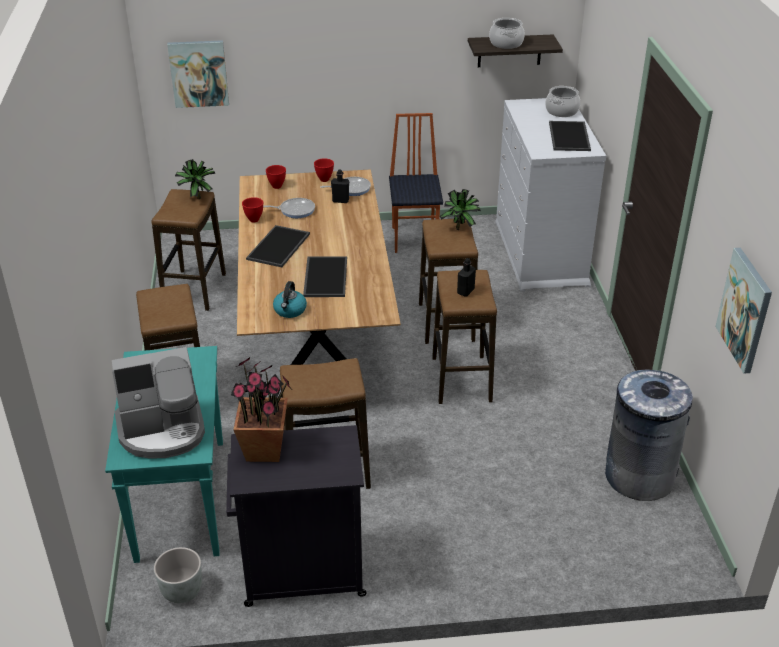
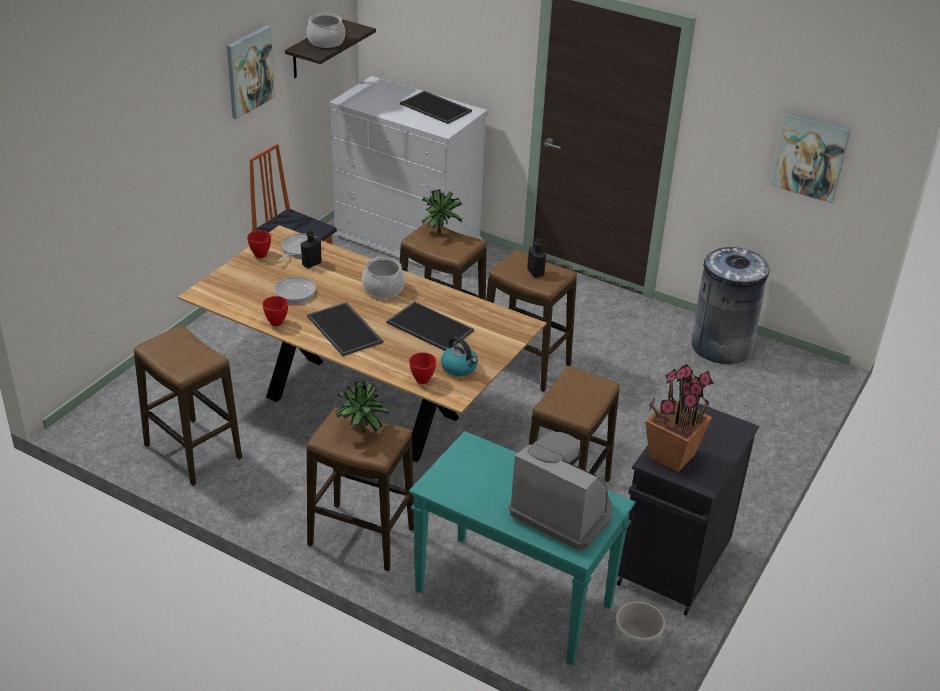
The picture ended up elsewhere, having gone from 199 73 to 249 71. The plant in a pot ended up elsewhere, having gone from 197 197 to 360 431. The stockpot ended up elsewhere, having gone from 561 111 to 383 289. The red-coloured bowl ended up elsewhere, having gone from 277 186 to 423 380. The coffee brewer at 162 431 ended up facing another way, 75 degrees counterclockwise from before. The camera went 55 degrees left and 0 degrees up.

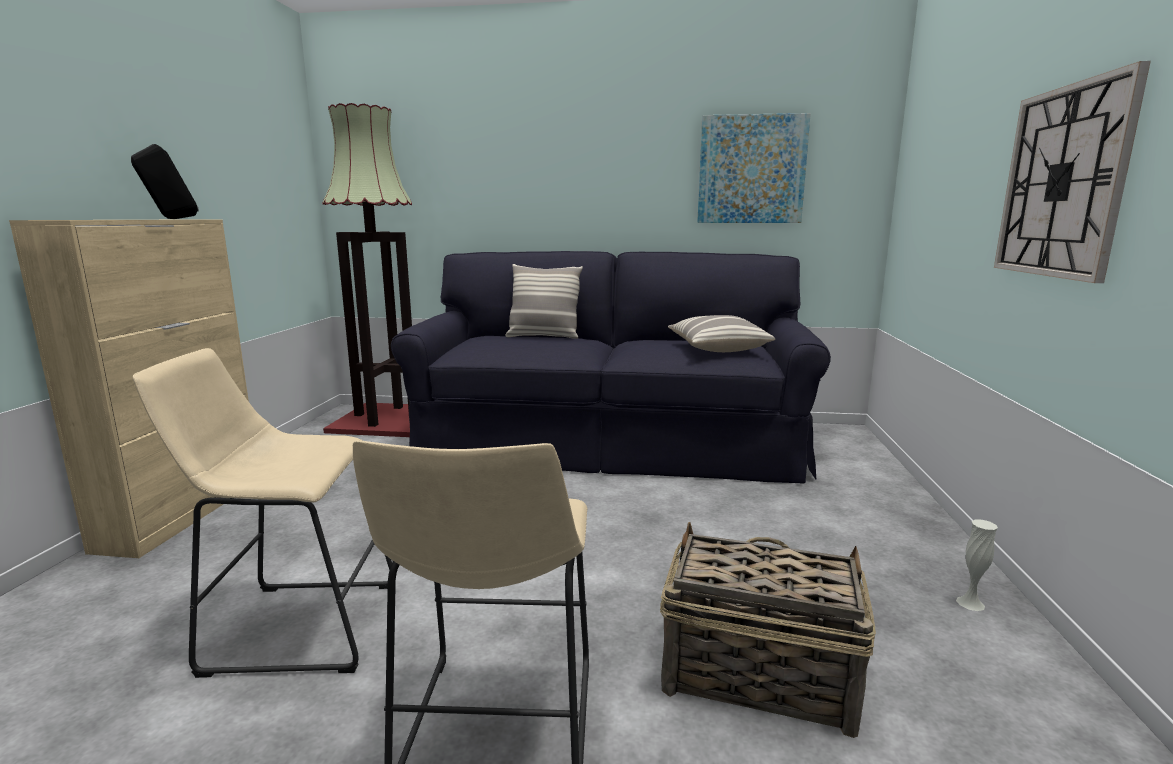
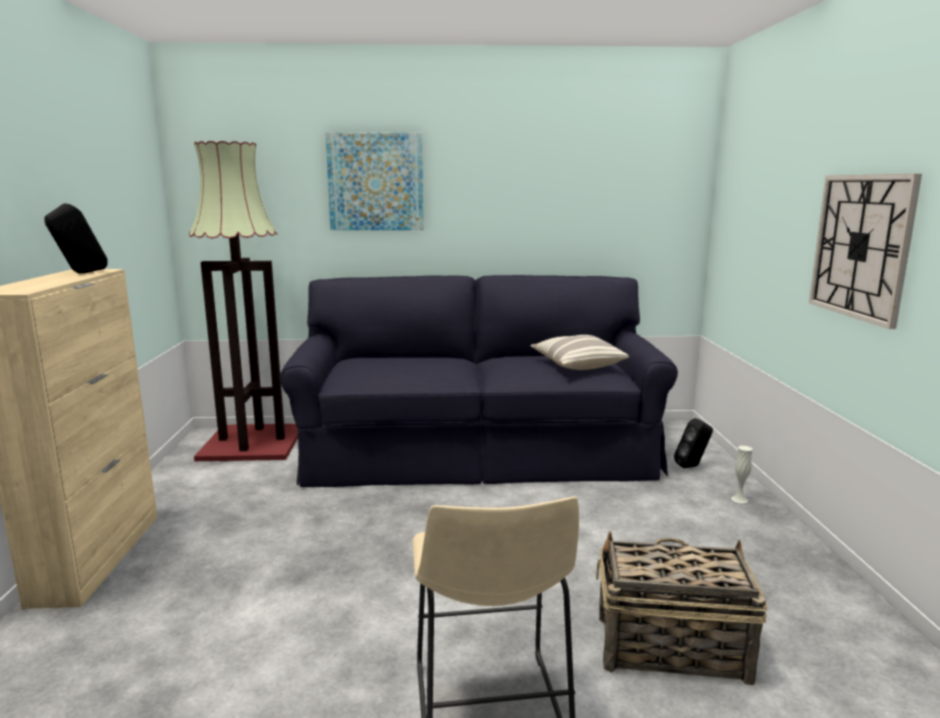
The picture ended up elsewhere, having gone from 751 170 to 375 182. The second view gained the blackish speaker at 692 466. The whitish decorative vase ended up elsewhere, having gone from 970 603 to 739 499. The second view lost the beige sitting stool at 293 626. The second view lost the cushion at 543 336. The camera went 10 degrees left and 0 degrees up.

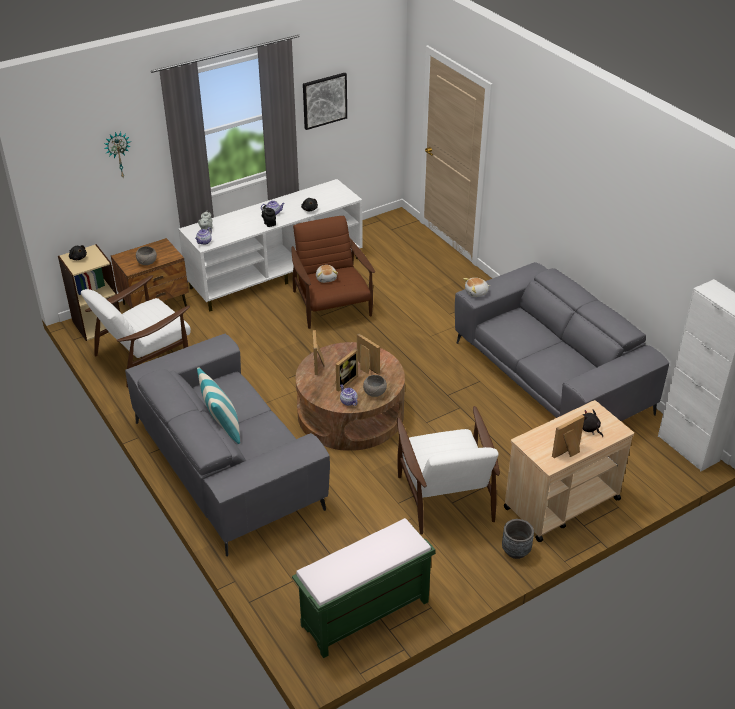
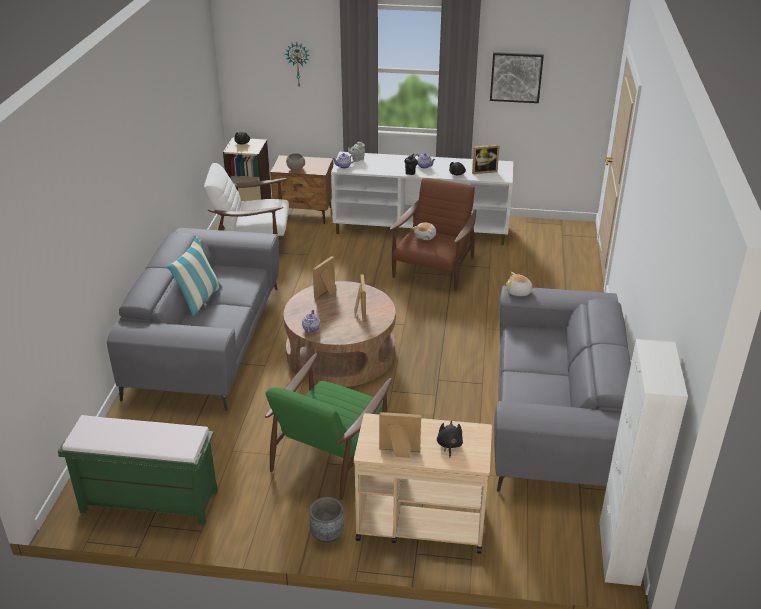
What was the whitish easy chair at 445 495 turned into the green easy chair at 329 454. The photo frame ended up elsewhere, having gone from 344 381 to 483 171. The second view lost the greyish bowl at 374 393. The camera went 40 degrees right and 5 degrees down.

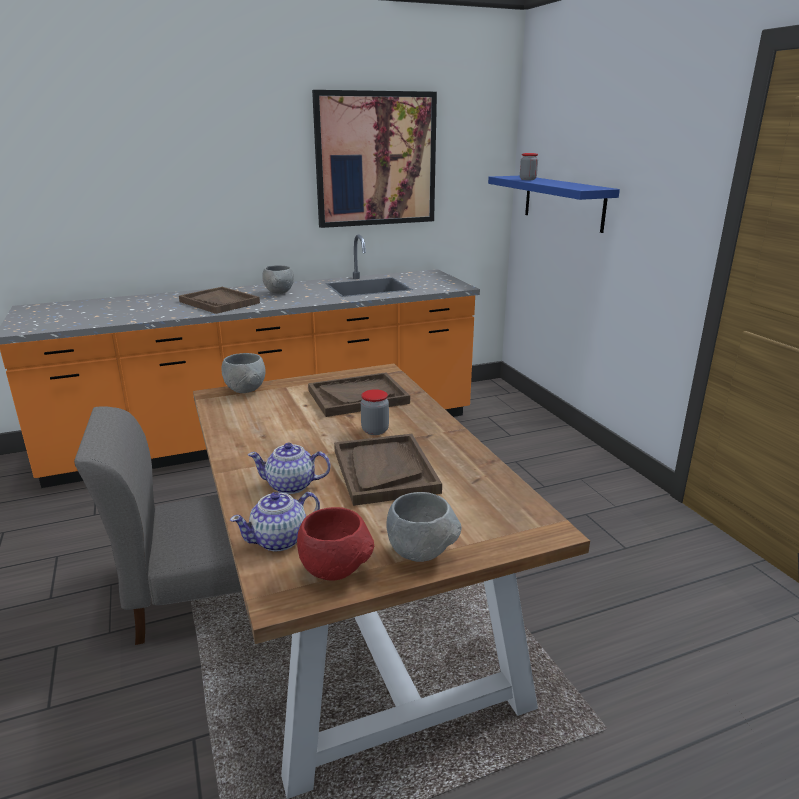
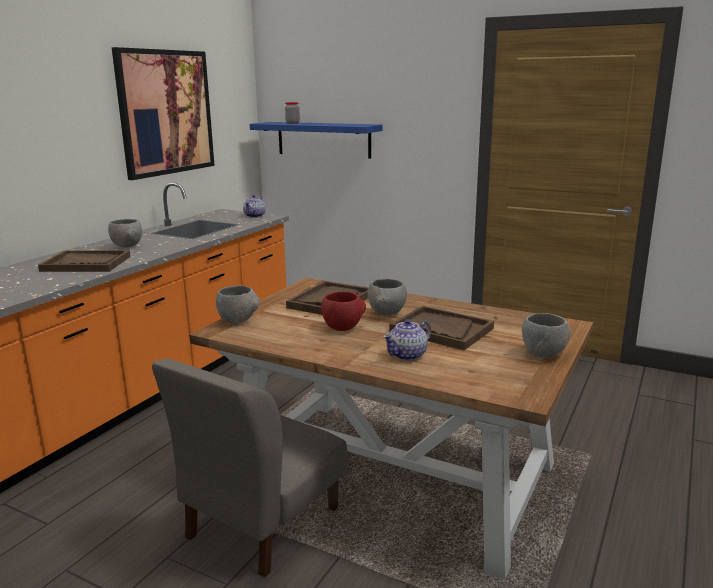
The teapot ended up elsewhere, having gone from 280 540 to 255 216. The red-coloured bowl ended up elsewhere, having gone from 335 572 to 343 329. Where the jar stood at 375 430, the greyish bowl came to stand at 386 314. The camera went 40 degrees left and 5 degrees down.

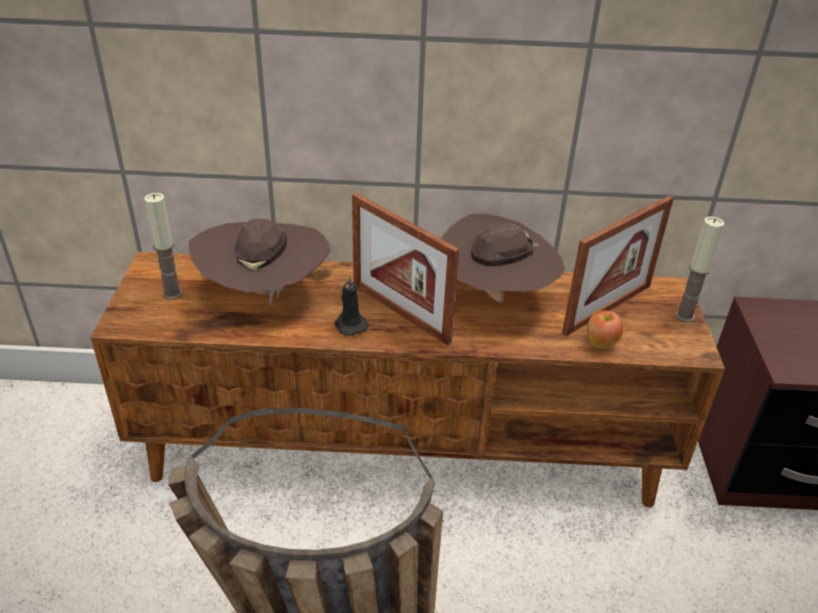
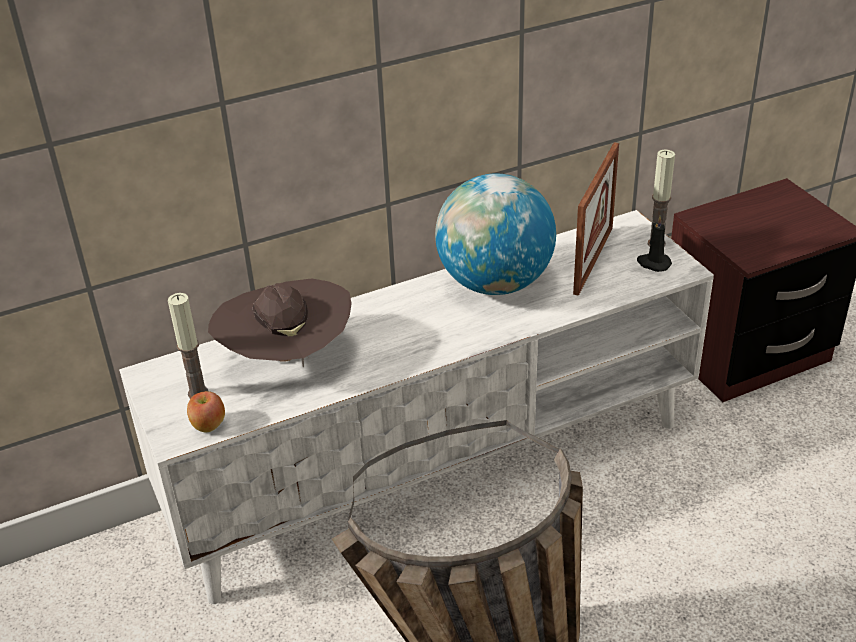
What was the brownish media console at 405 449 turned into the whitish media console at 435 469. The whole apple ended up elsewhere, having gone from 600 343 to 208 425. Where the brownish wearable hat stood at 495 296, the world globe came to stand at 495 283. The blackish candle ended up elsewhere, having gone from 350 324 to 653 263. The second view lost the photo frame at 400 312. The camera went 25 degrees left and 0 degrees up.

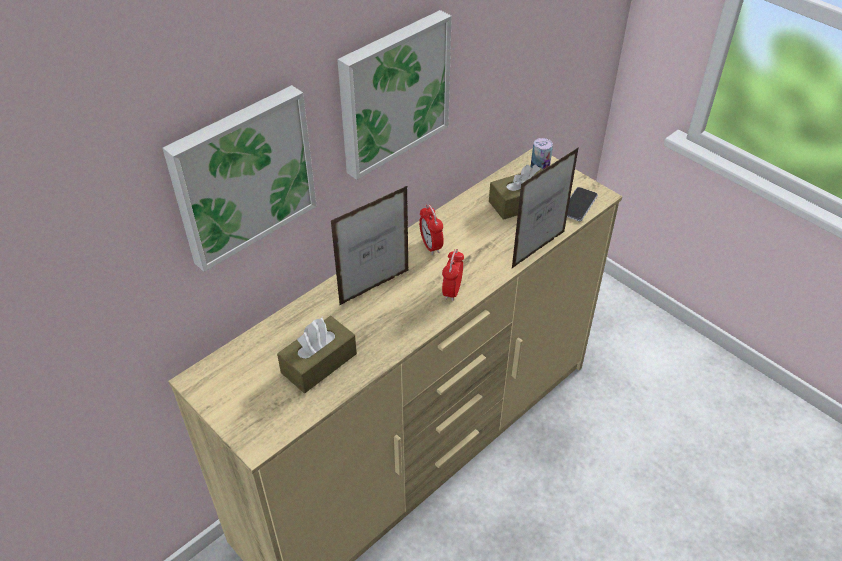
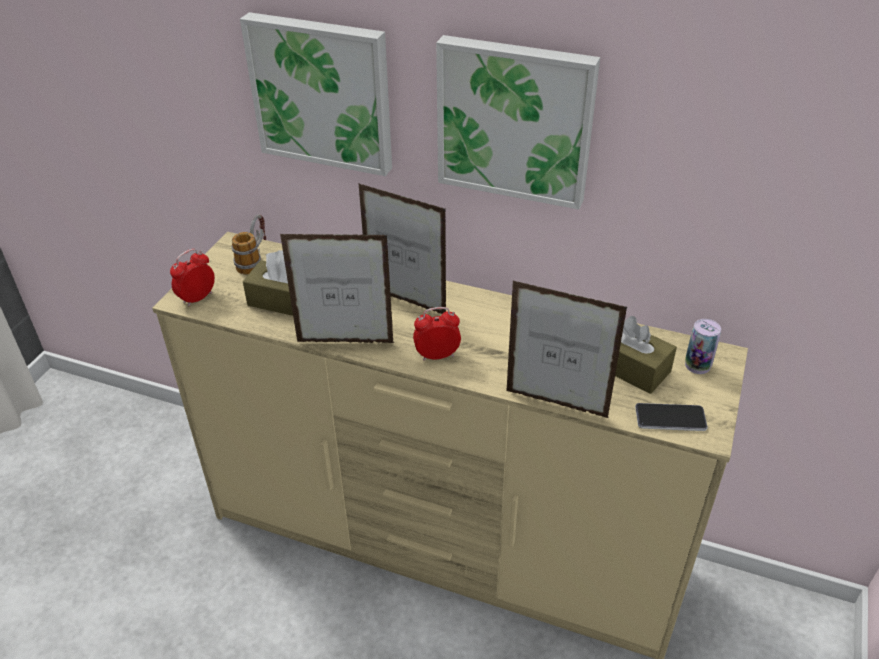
The table clock ended up elsewhere, having gone from 431 246 to 197 298. The second view gained the tea mug at 255 260. The second view gained the photo frame at 345 342. The camera went 65 degrees right and 5 degrees down.

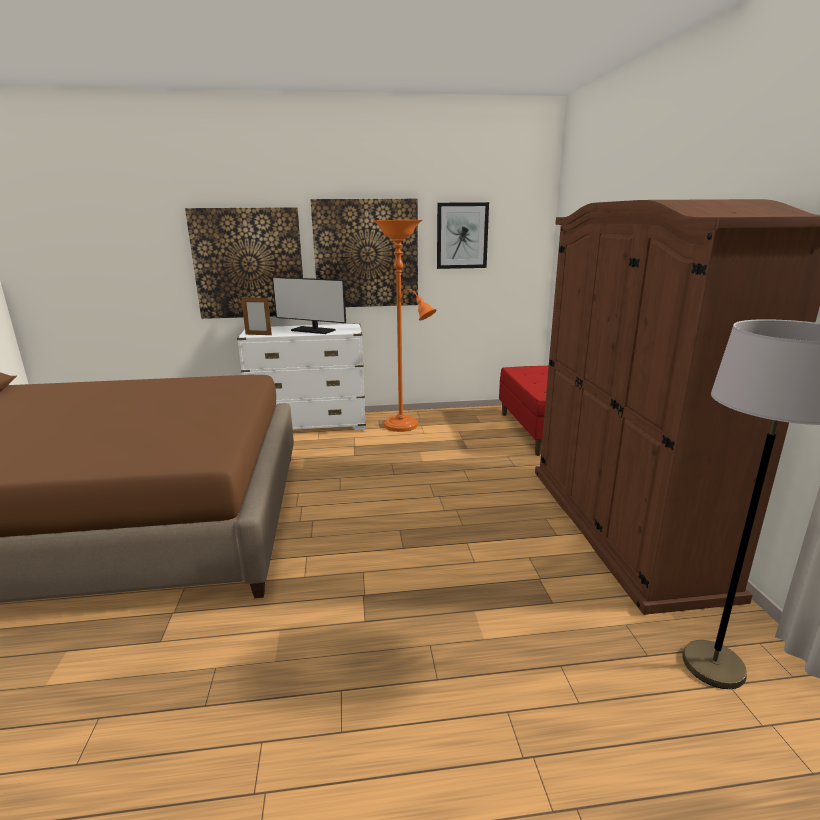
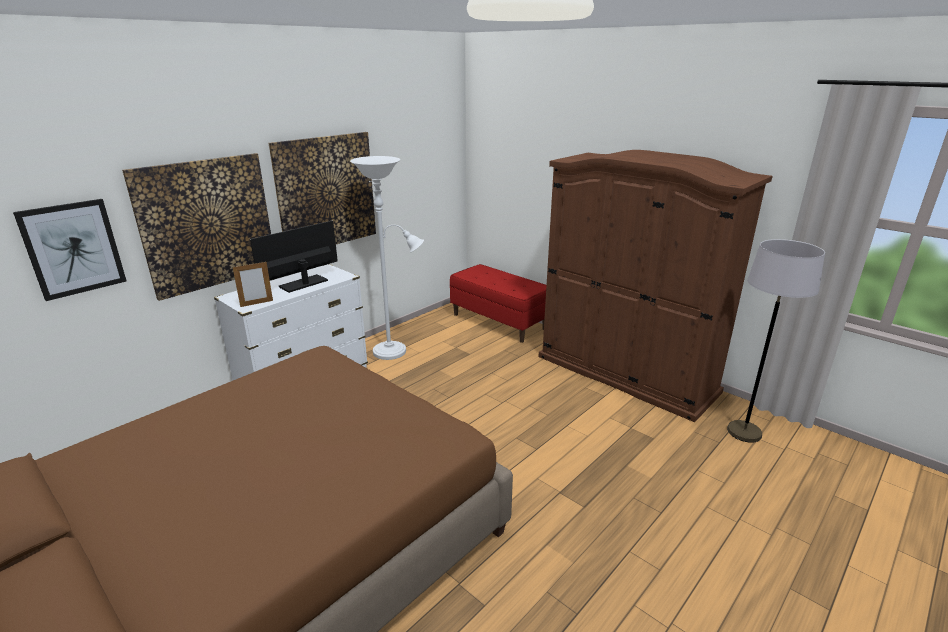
The picture ended up elsewhere, having gone from 462 236 to 73 248. The monitor at 313 330 ended up facing another way, 150 degrees clockwise from before. What was the orange-coloured standard lamp at 404 426 turned into the whitish standard lamp at 394 351. The camera went 40 degrees left and 5 degrees up.

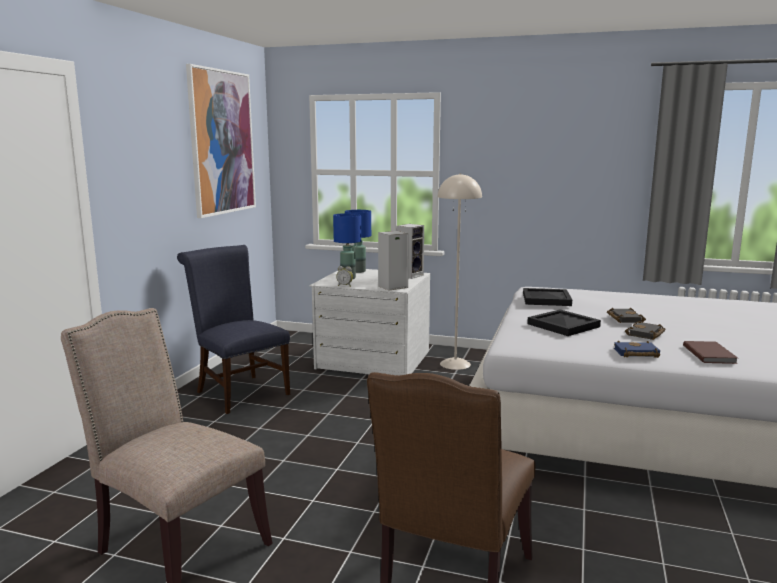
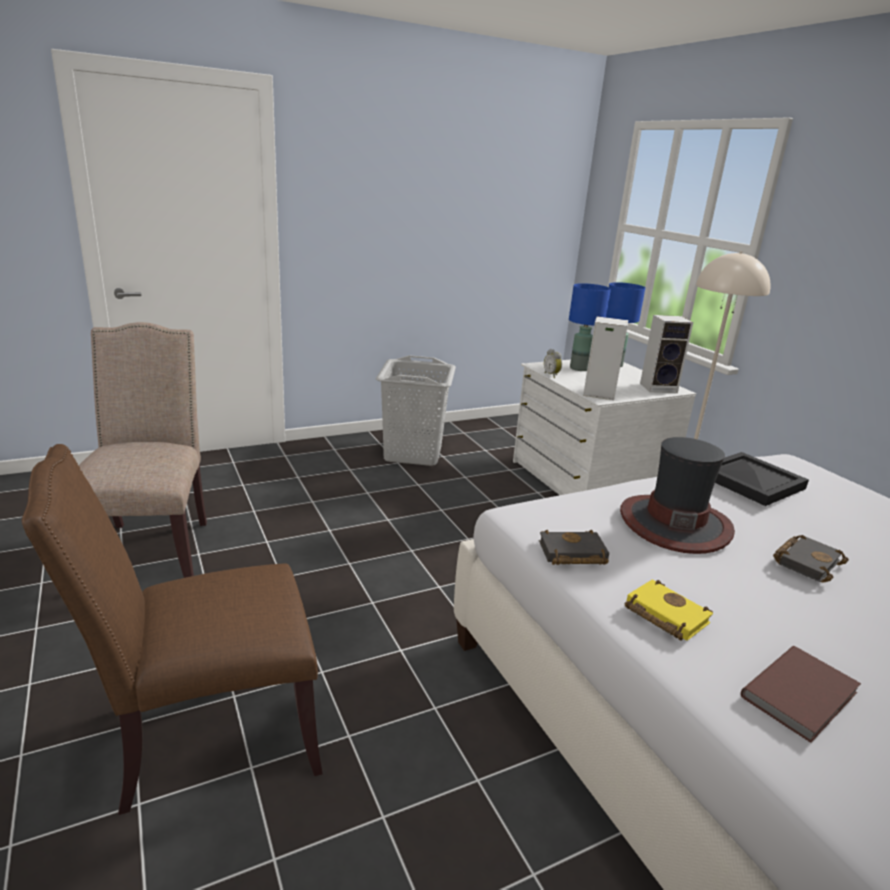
Where the blue upright chair stood at 239 391, the greyish hamper came to stand at 413 453. The blackish volume ended up elsewhere, having gone from 646 334 to 571 554. Where the blackish carrying tray stood at 563 325, the wearable hat came to stand at 674 523. What was the blue volume at 635 353 turned into the yellow-coloured volume at 663 615. The second view lost the picture at 222 142. The camera went 45 degrees right and 10 degrees up.

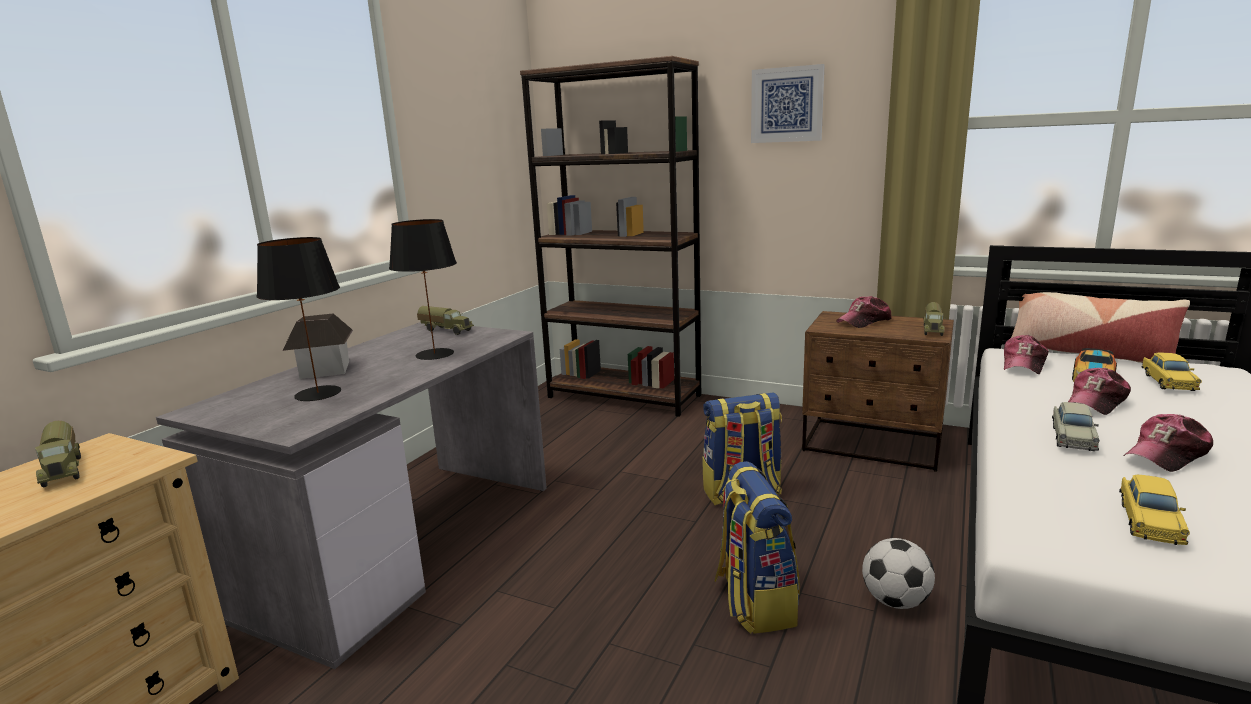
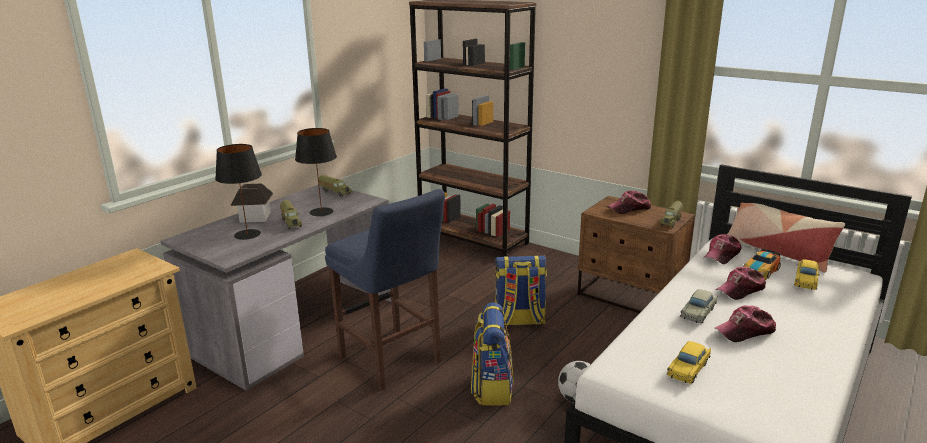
The toy truck ended up elsewhere, having gone from 64 469 to 291 222. The second view gained the blue sitting stool at 392 361. The second view lost the picture at 787 105. The camera went 10 degrees right and 5 degrees up.

